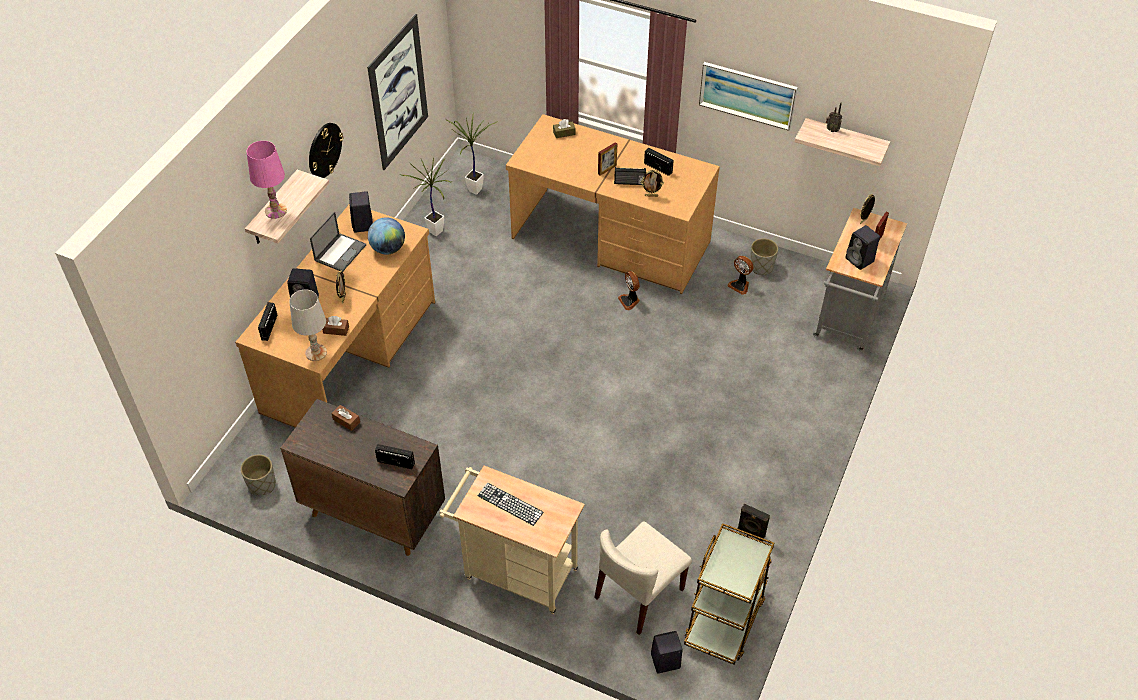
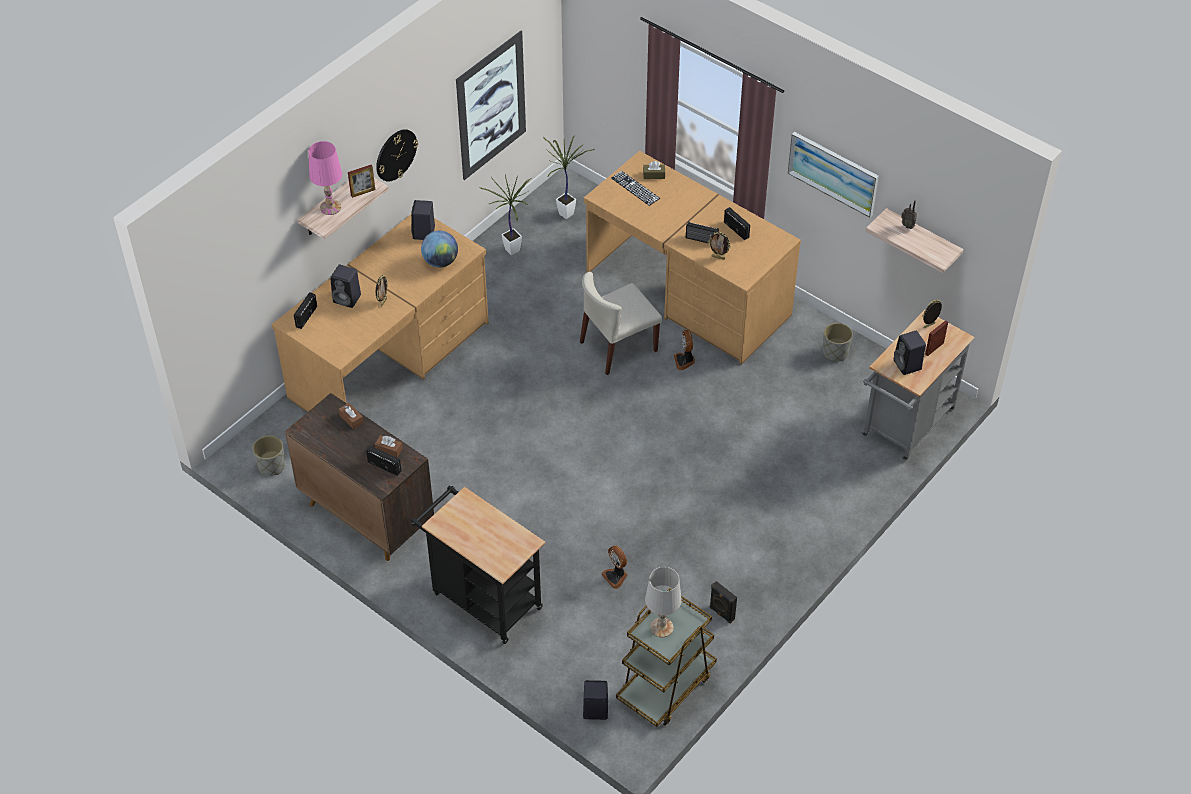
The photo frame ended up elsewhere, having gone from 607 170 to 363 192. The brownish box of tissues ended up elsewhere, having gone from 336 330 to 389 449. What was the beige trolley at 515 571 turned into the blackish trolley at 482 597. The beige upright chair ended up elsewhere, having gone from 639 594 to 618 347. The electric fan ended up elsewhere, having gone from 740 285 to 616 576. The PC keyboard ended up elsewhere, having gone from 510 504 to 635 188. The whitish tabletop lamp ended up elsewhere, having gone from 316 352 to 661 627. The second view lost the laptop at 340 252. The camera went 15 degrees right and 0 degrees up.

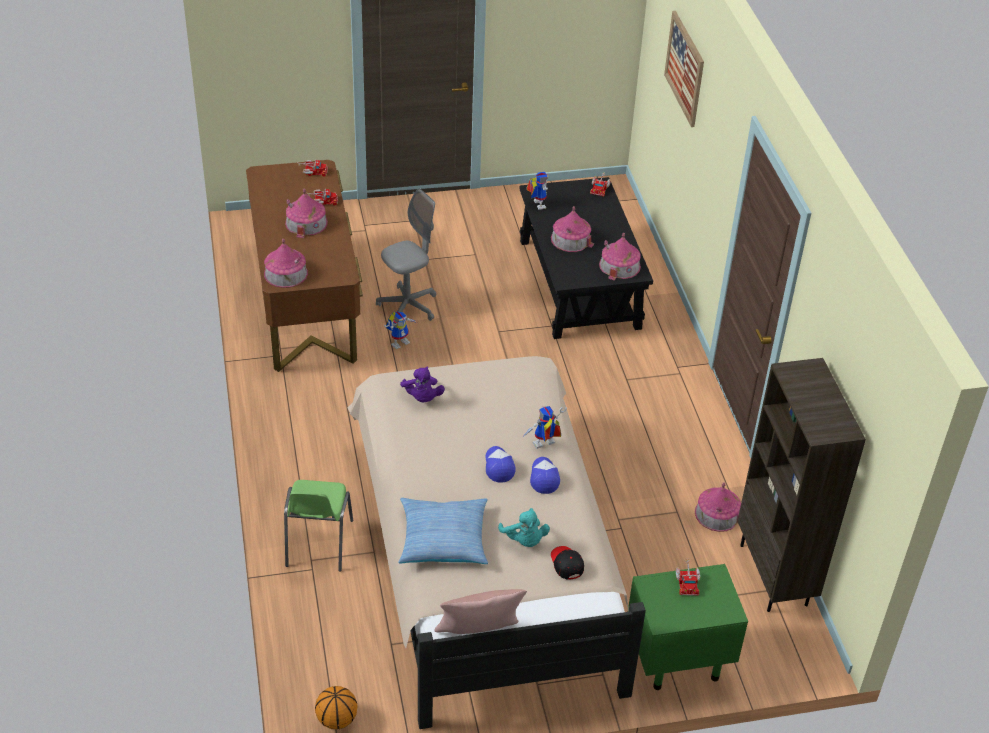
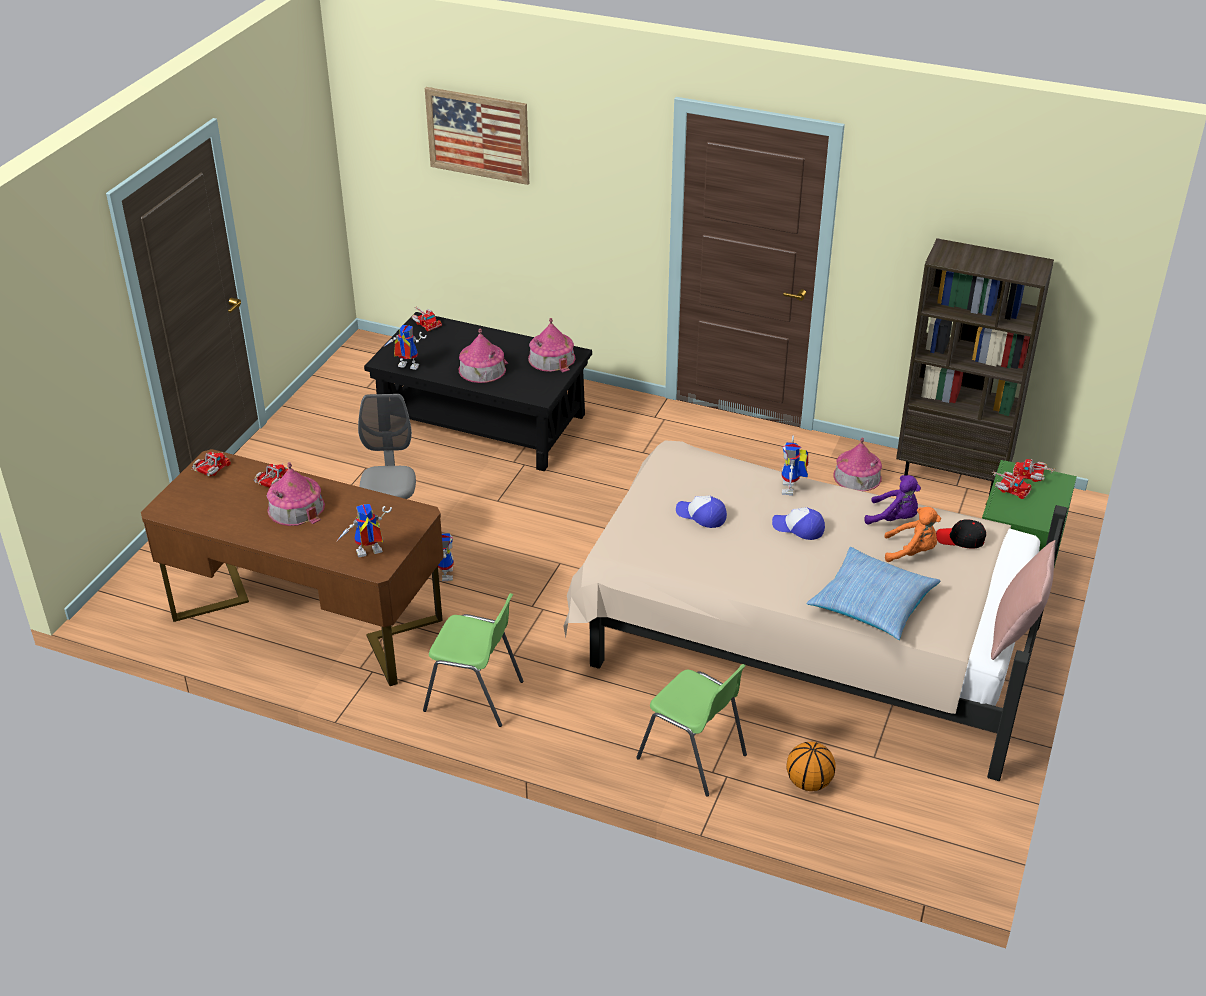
Where the model house stood at 285 273, the model robot came to stand at 368 555. The second view gained the green upright chair at 475 696. The baseball cap ended up elsewhere, having gone from 544 477 to 701 515. The basketball ball ended up elsewhere, having gone from 336 720 to 809 783. The purplish cuddly toy ended up elsewhere, having gone from 422 397 to 894 518. What was the turquoise-coloured cuddly toy at 524 540 turned into the orange-coloured cuddly toy at 912 552. The second view gained the toy truck at 1032 476. The camera went 55 degrees left and 5 degrees down.

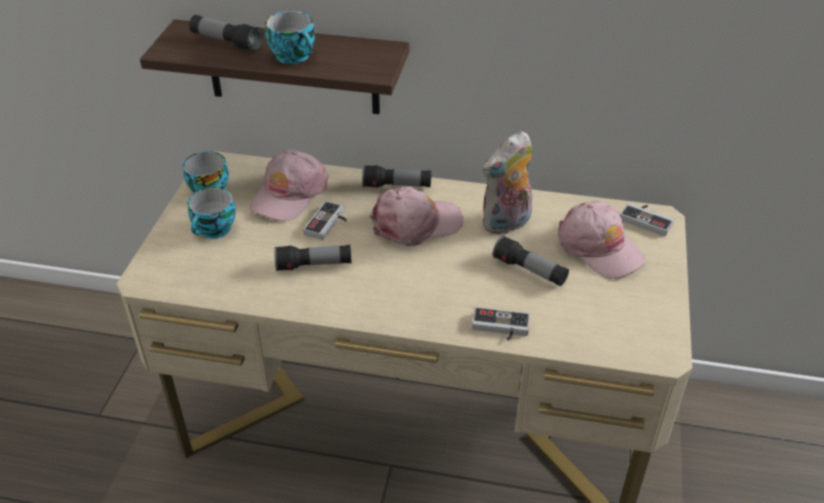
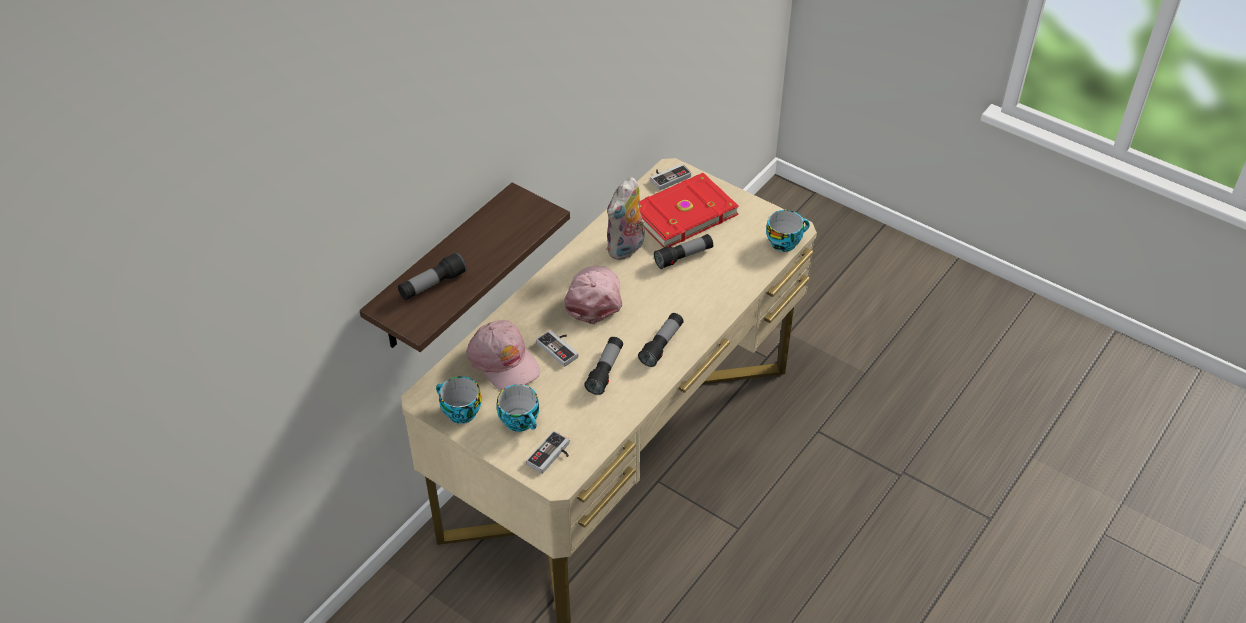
The gamepad ended up elsewhere, having gone from 500 328 to 552 456. The cuddly toy at 506 224 ended up facing another way, 45 degrees clockwise from before. The hand torch ended up elsewhere, having gone from 397 186 to 662 345. Where the pinkish baseball cap stood at 599 247, the red-coloured volume came to stand at 682 213. The small cup ended up elsewhere, having gone from 295 56 to 784 242. The camera went 65 degrees left and 5 degrees up.

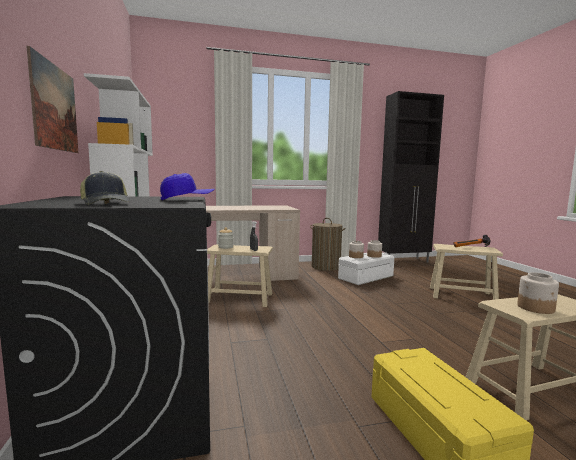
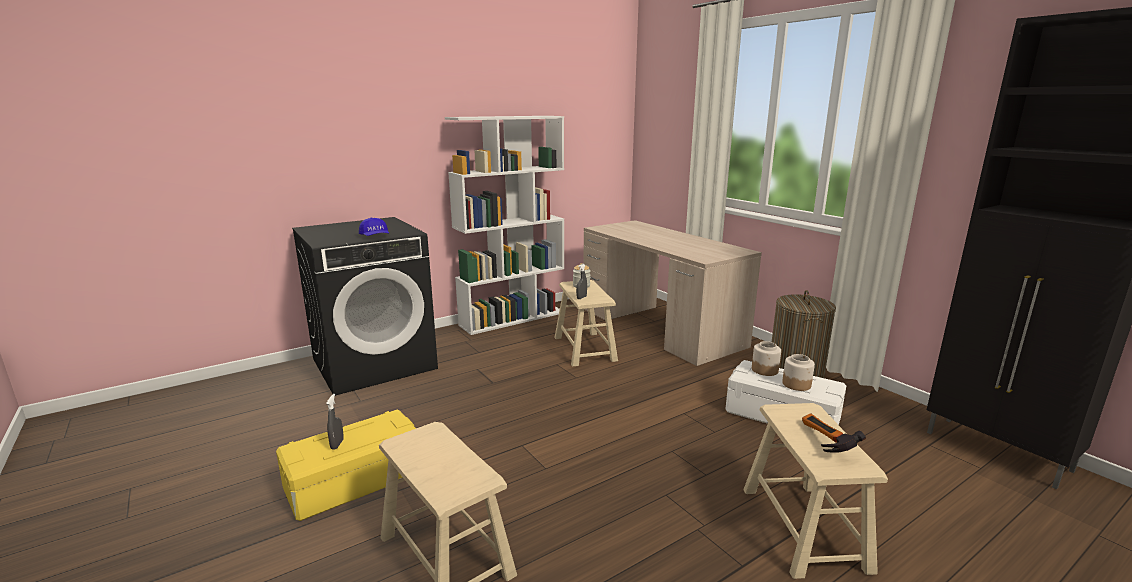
The second view gained the greyish spray bottle at 337 444. The second view lost the picture at 55 107. The second view lost the baseball cap at 106 203. The second view lost the jar at 536 308. The camera went 70 degrees right and 10 degrees up.

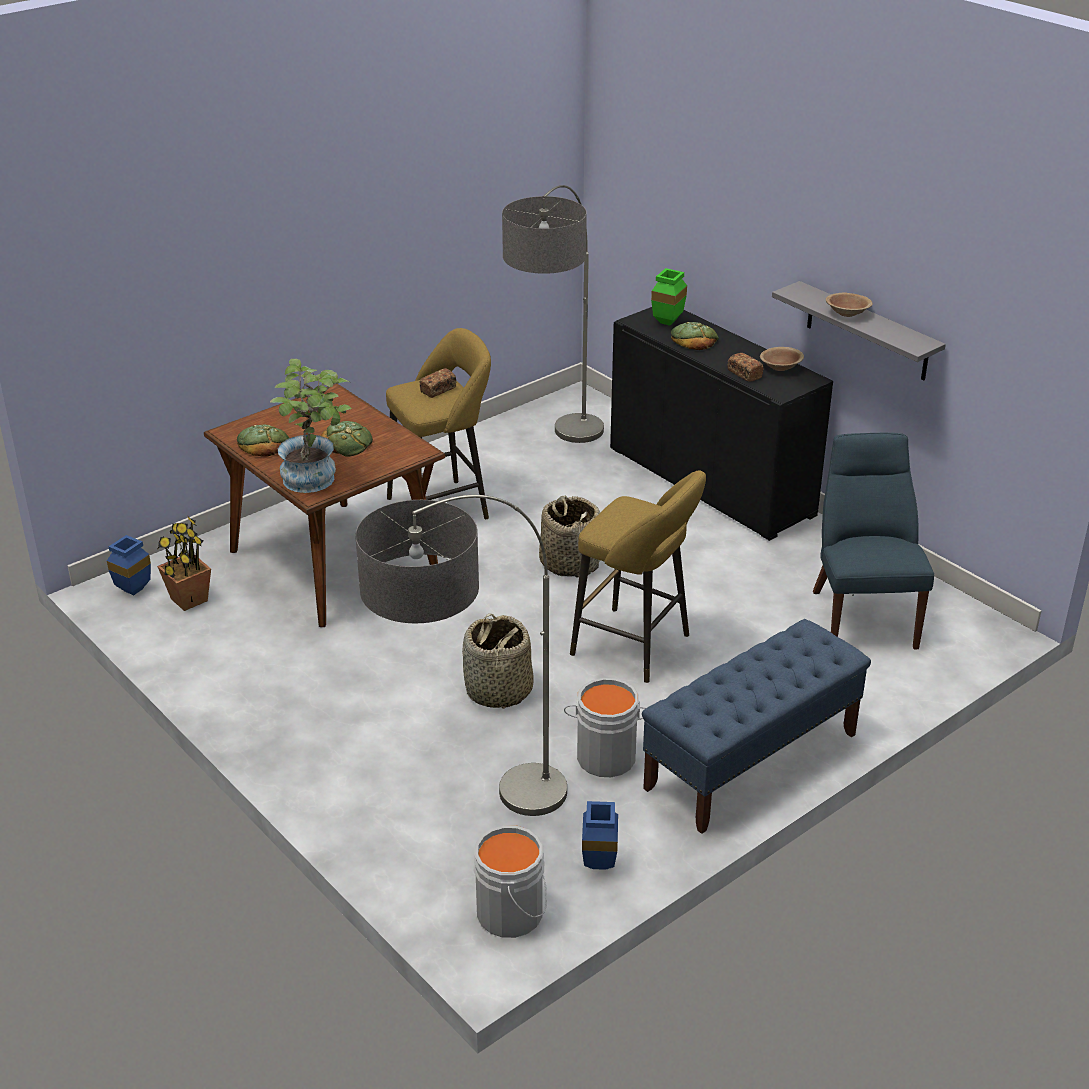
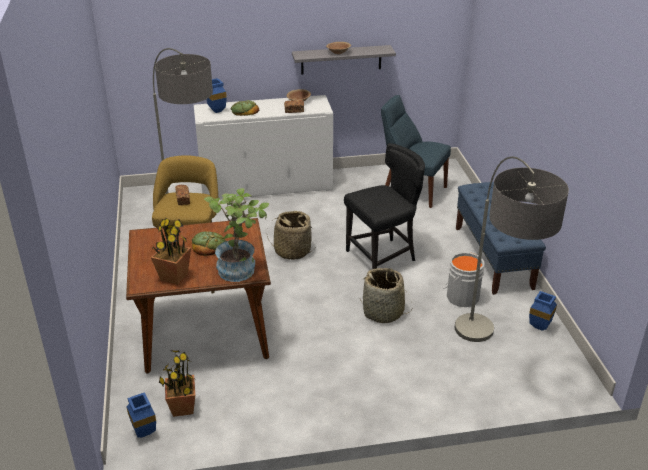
Where the bread stood at 263 444, the plant in a pot came to stand at 173 276. What was the blackish cabinet at 710 482 turned into the whitish cabinet at 266 186. What was the green decorative vase at 668 323 turned into the blue decorative vase at 218 111. Where the yellow-coloured sitting stool stood at 636 647, the blackish upright chair came to stand at 383 257. The second view lost the greyish bucket at 513 913. The camera went 60 degrees left and 0 degrees up.

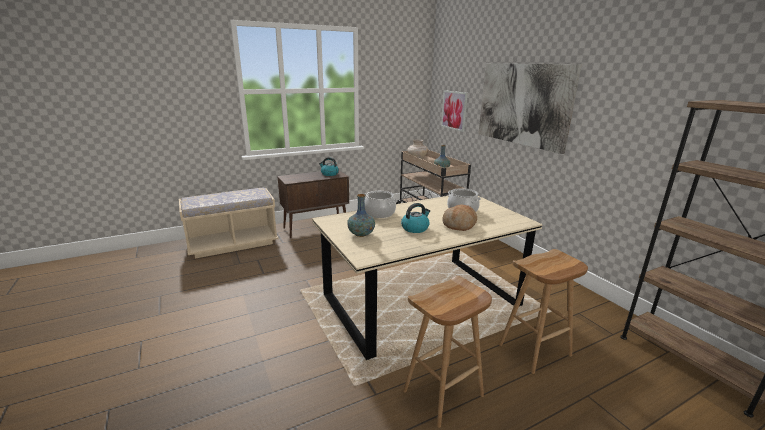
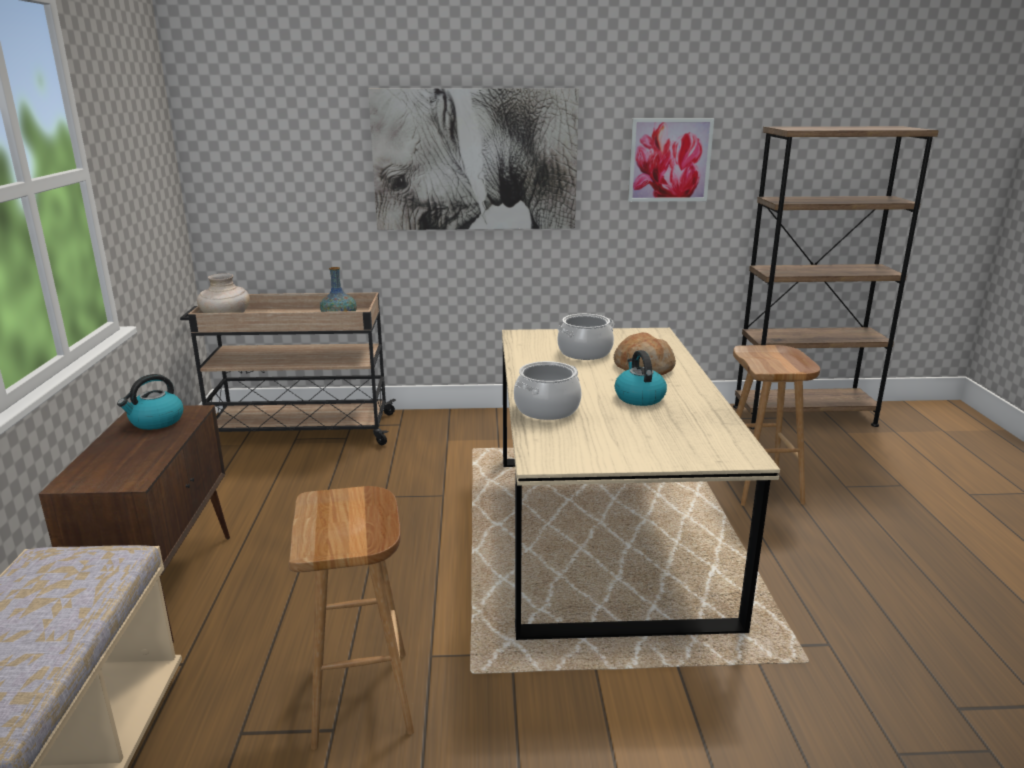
The brownish sitting stool ended up elsewhere, having gone from 443 394 to 363 698. The picture ended up elsewhere, having gone from 454 110 to 669 160. The second view lost the decorative vase at 361 234. The camera went 65 degrees left and 0 degrees up.

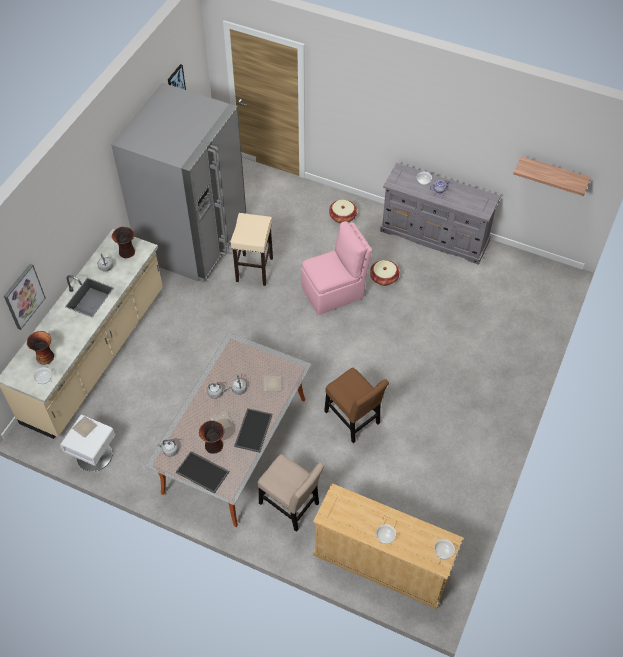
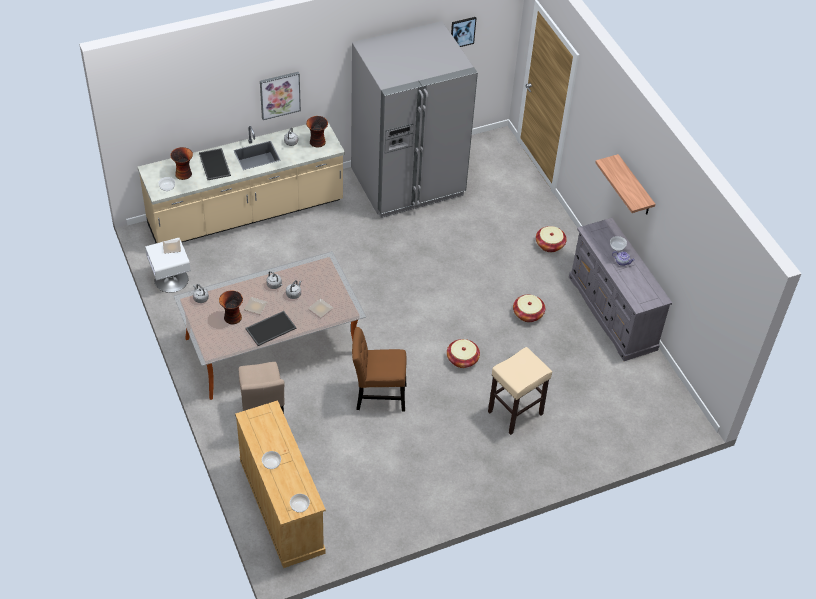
The carrying tray ended up elsewhere, having gone from 203 472 to 215 164. The picture ended up elsewhere, having gone from 23 296 to 280 95. The brownish upright chair at 353 419 ended up facing another way, 90 degrees clockwise from before. The second view gained the basket at 462 359. The beige sitting stool ended up elsewhere, having gone from 254 270 to 515 413. The bracket shelf ended up elsewhere, having gone from 553 174 to 634 186. The second view lost the pinkish upright chair at 334 292. The camera went 40 degrees right and 5 degrees down.

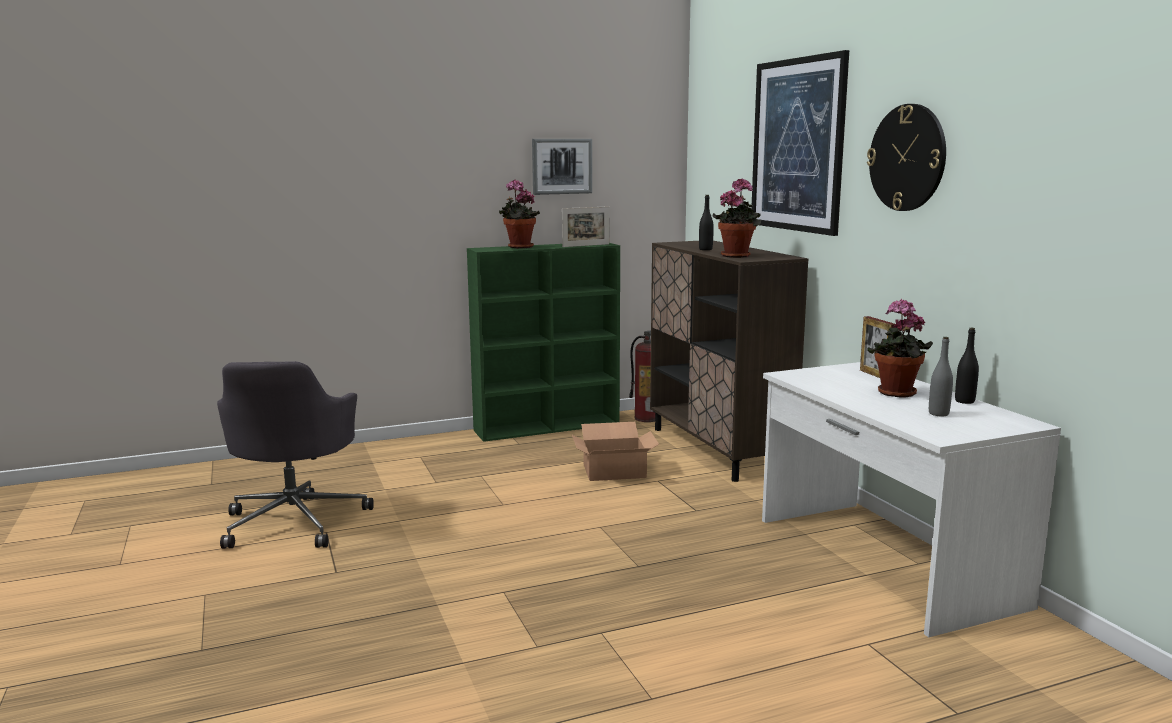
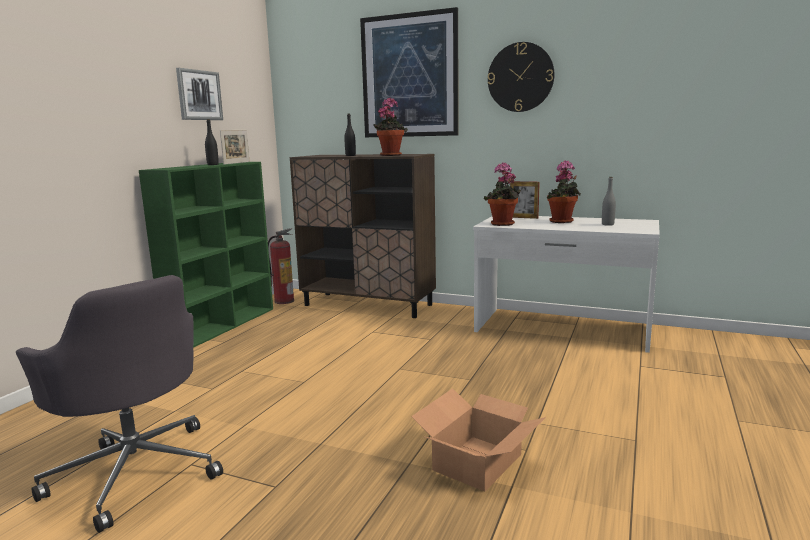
The blackish bottle ended up elsewhere, having gone from 964 401 to 213 164. The packing box ended up elsewhere, having gone from 613 471 to 476 462. The plant in a pot ended up elsewhere, having gone from 518 247 to 502 224. The camera went 45 degrees left and 0 degrees up.

